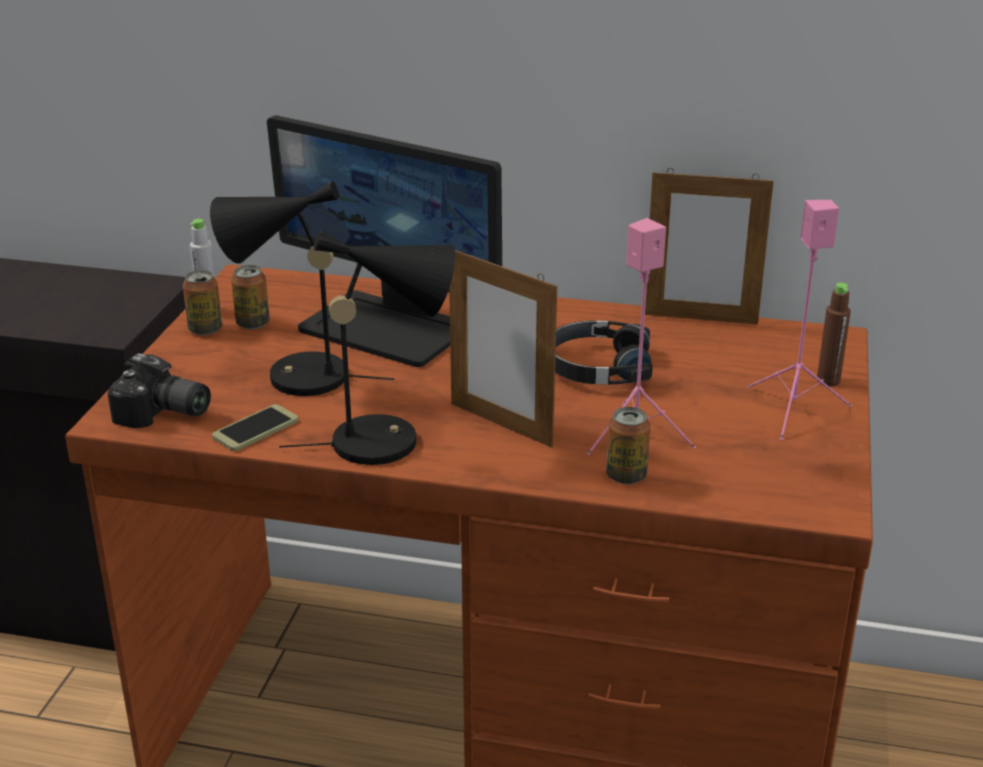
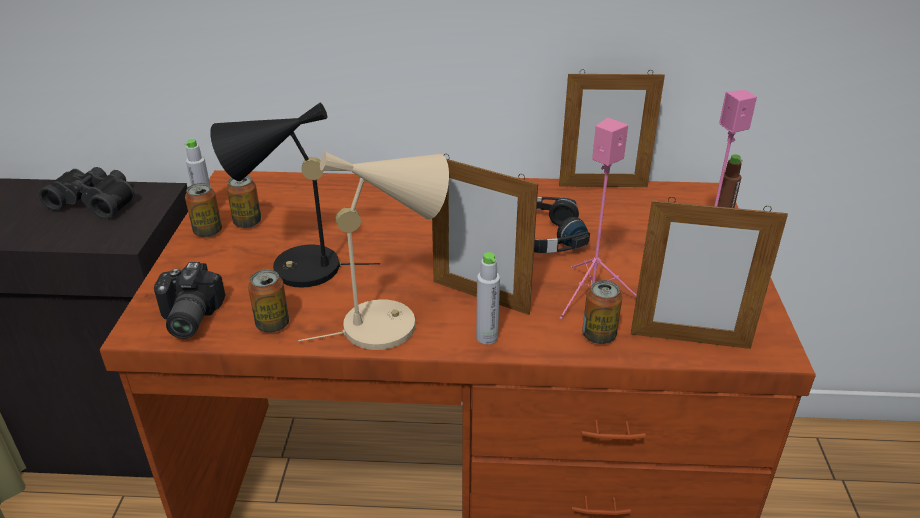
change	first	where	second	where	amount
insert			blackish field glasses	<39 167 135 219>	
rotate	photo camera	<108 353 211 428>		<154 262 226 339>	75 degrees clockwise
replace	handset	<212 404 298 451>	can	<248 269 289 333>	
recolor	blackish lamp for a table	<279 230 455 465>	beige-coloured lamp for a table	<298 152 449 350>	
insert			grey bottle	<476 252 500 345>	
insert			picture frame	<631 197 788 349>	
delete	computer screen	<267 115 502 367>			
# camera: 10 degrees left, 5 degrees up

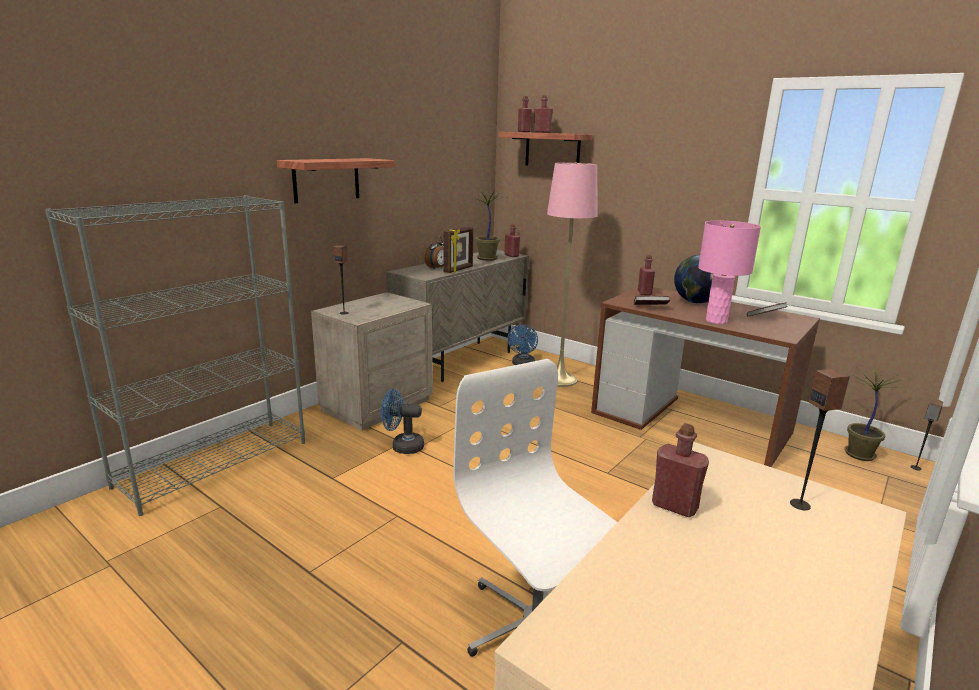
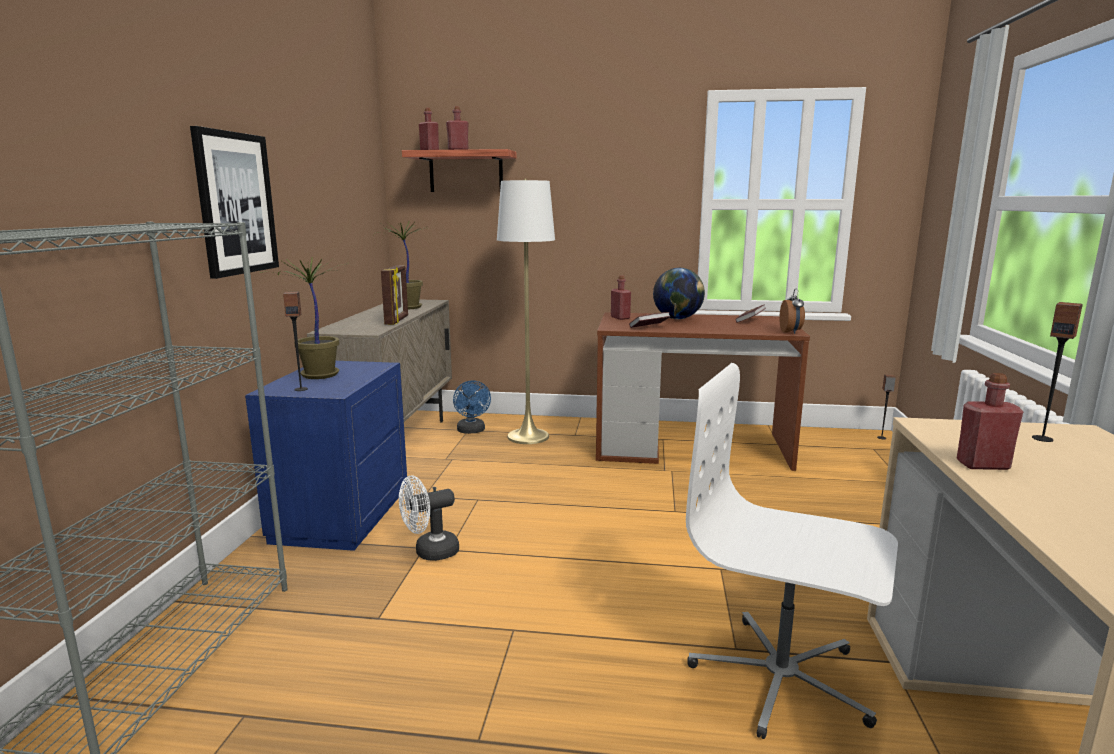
change	first	where	second	where	amount
replace	shelf	<277 158 395 203>	wall picture	<190 126 279 279>	
recolor	beige-coloured night table	<311 292 433 431>	bluish night table	<245 361 407 551>	
move	potted plant	<844 367 910 461>		<260 257 348 379>	
recolor	bluish fan	<381 389 424 454>	whitish fan	<399 475 459 561>	
recolor	pinkish standing lamp	<547 162 598 387>	whitish standing lamp	<497 179 555 444>	
move	alarm clock	<424 236 443 270>		<779 289 805 334>	
delete	reddish bottle	<505 224 520 257>			
delete	pinkish lamp for a table	<698 221 761 324>			
# camera: 30 degrees left, 5 degrees down

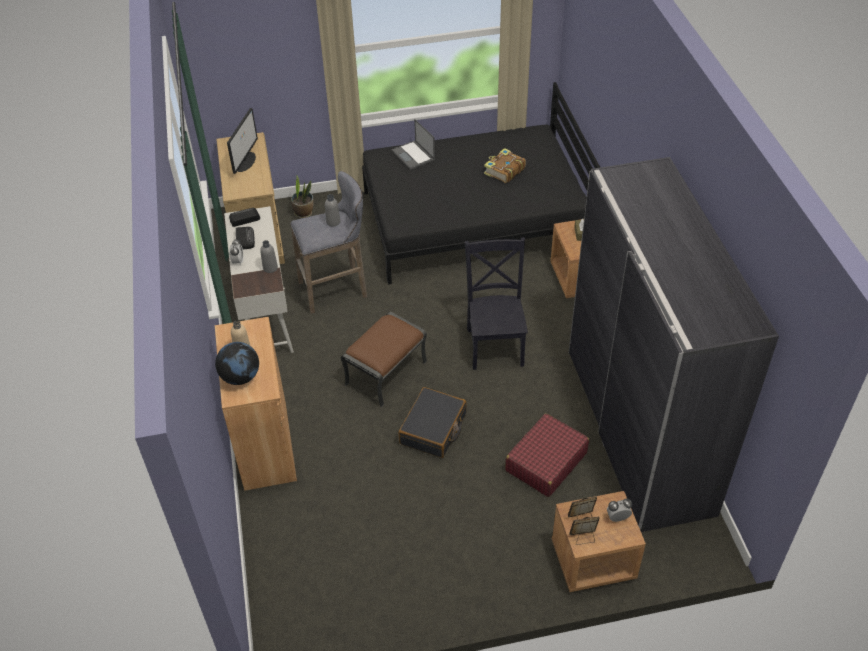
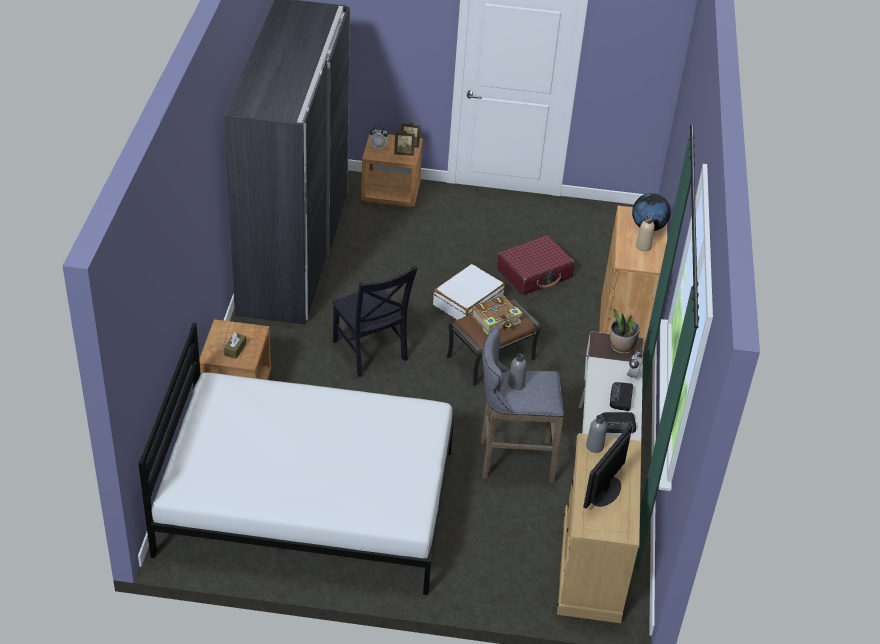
change	first	where	second	where	amount
recolor	blackish bedroom bed	<362 82 600 285>	whitish bedroom bed	<138 323 454 595>	
rotate	blackish plain chair	<465 237 528 370>		<332 265 418 377>	45 degrees counterclockwise
recolor	blackish piece of luggage	<398 387 467 458>	whitish piece of luggage	<433 264 505 320>	
move	volume	<484 148 526 183>		<472 296 522 335>	
move	reddish piece of luggage	<505 413 589 497>		<497 236 574 295>	
move	grey bottle	<260 240 278 273>		<586 415 607 453>	
move	potted plant	<291 176 313 218>		<610 309 640 354>	
delete	laptop	<391 119 435 170>			
# camera: 165 degrees left, 5 degrees down

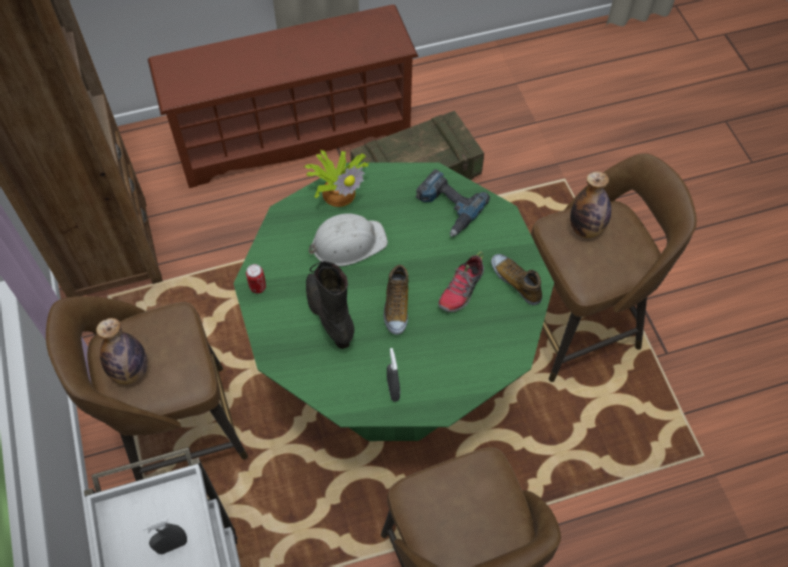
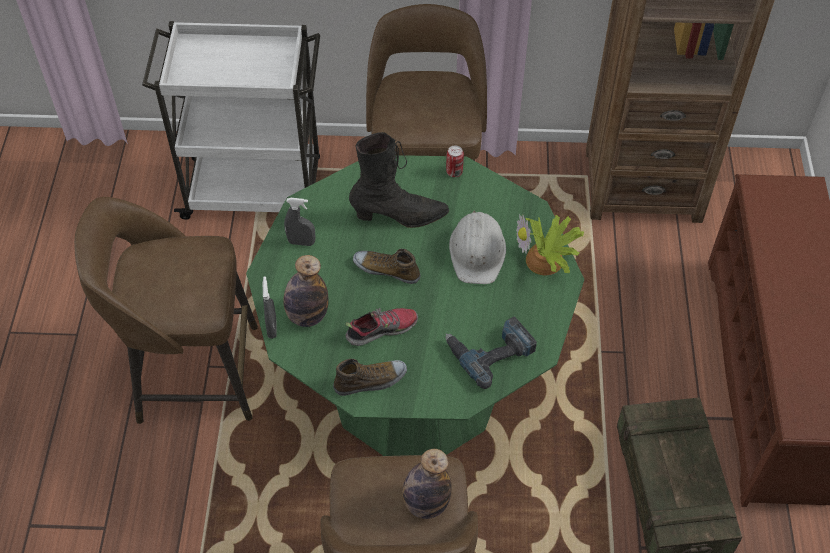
change	first	where	second	where	amount
move	grey sprayer	<142 518 187 554>		<263 277 277 339>	
move	bottle	<96 318 148 385>		<283 255 329 327>	
rotate	low shoe	<438 251 484 312>		<345 308 418 346>	105 degrees clockwise
# camera: 110 degrees right, 5 degrees down

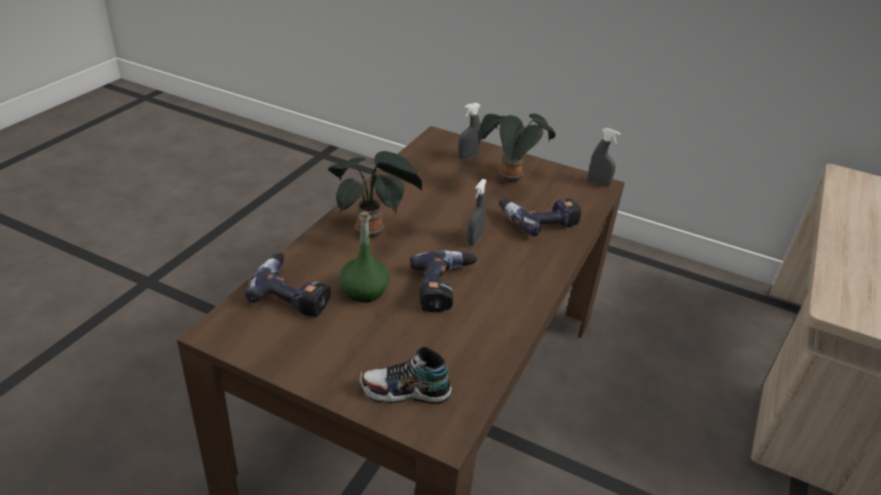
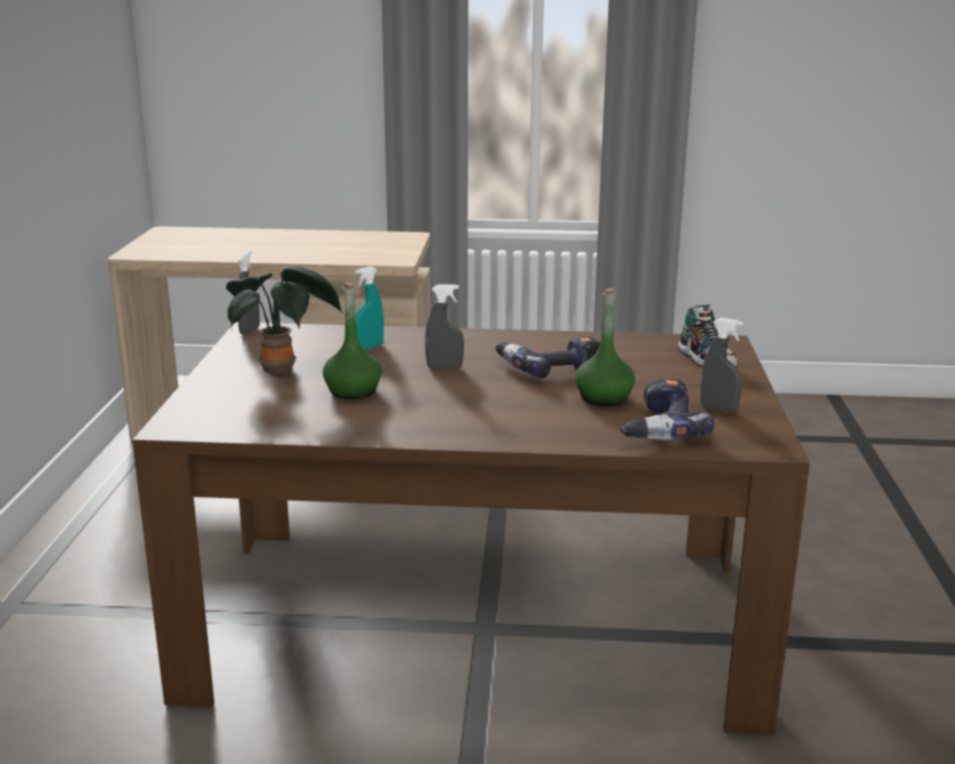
change	first	where	second	where	amount
insert			green-coloured bottle	<323 282 382 399>	
replace	drill	<499 198 581 236>	blue-green sprayer	<355 266 384 350>	
move	grey sprayer	<458 103 481 159>		<700 318 743 413>	
delete	potted plant	<328 151 423 239>			
# camera: 110 degrees left, 15 degrees down

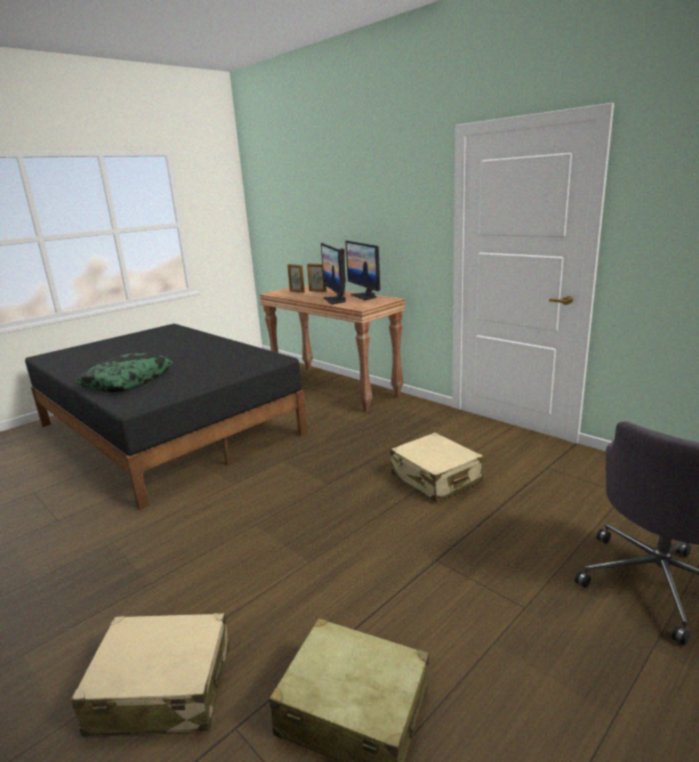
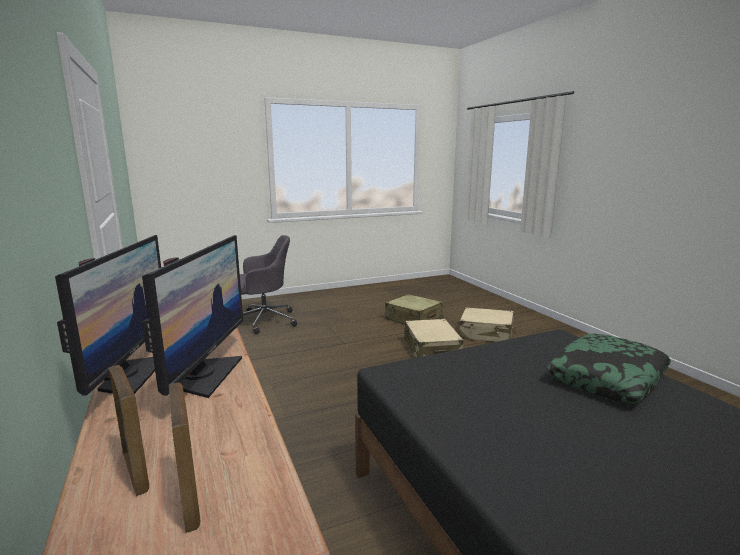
change	first	where	second	where	amount
move	beige-coloured piece of luggage	<390 433 483 502>		<404 319 463 358>	
# camera: 160 degrees left, 5 degrees down

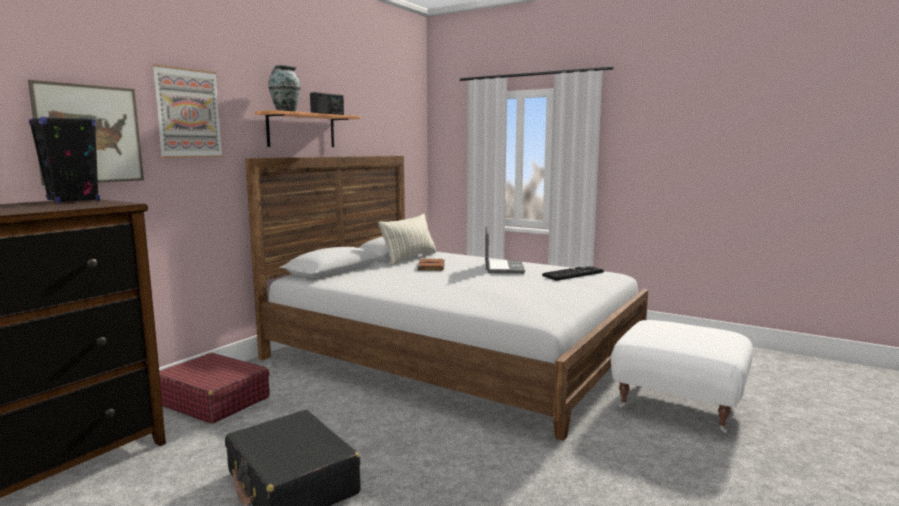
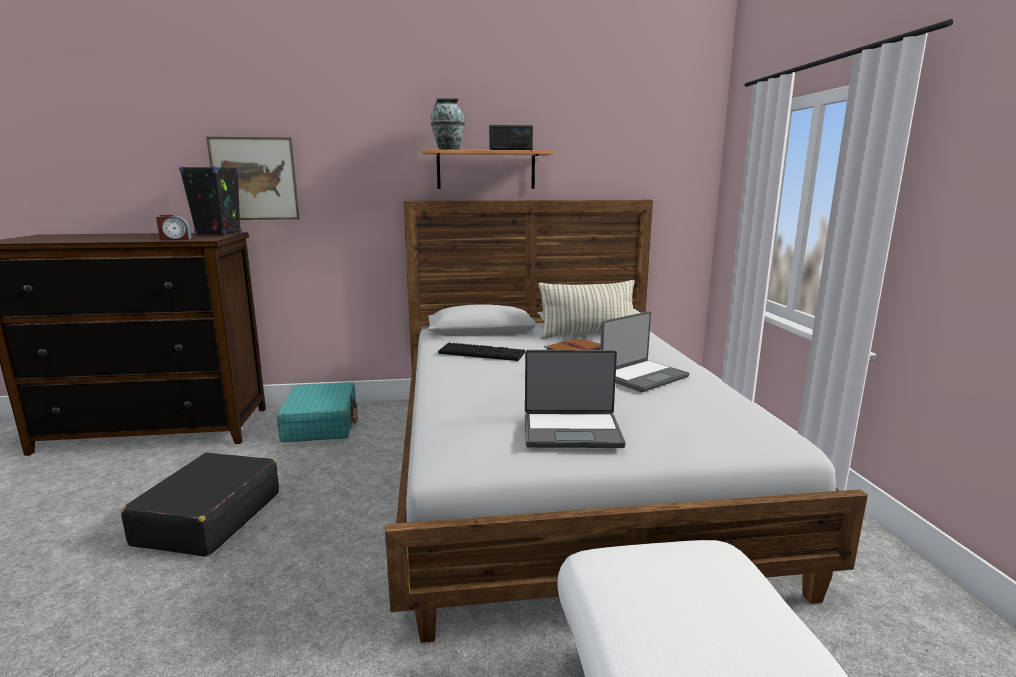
change	first	where	second	where	amount
insert			alarm clock	<156 215 191 240>	
recolor	reddish piece of luggage	<159 353 270 424>	blue-green piece of luggage	<277 382 358 443>	
move	computer keyboard	<542 266 604 281>		<438 343 525 361>	
insert			laptop	<525 350 626 448>	
delete	wall picture	<152 64 223 158>			
# camera: 50 degrees right, 5 degrees up

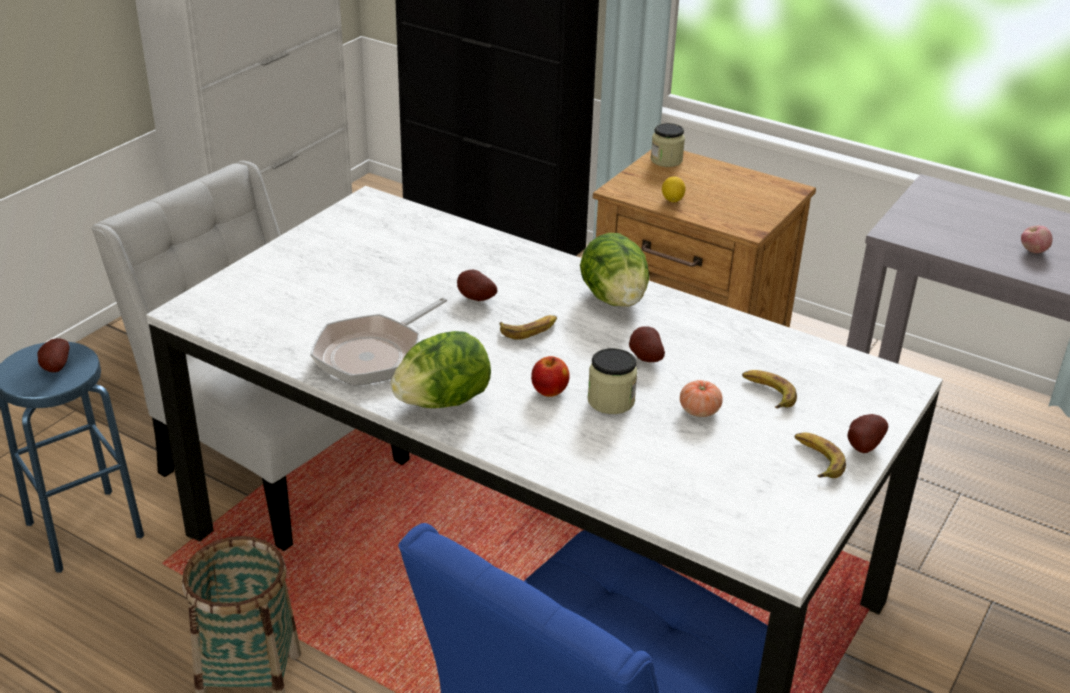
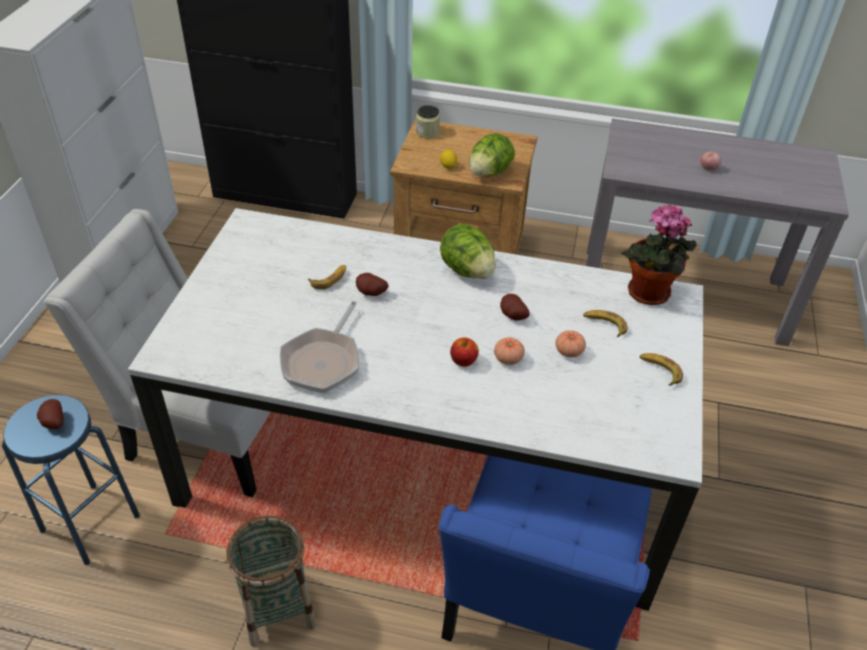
change	first	where	second	where	amount
move	banana	<500 315 557 340>		<308 265 346 290>	
move	lettuce	<391 331 491 408>		<469 133 515 177>	
replace	preserve jar	<588 348 638 414>	tomato	<494 337 525 365>	
insert			potted plant	<621 204 697 305>	
delete	potato	<848 414 888 453>			
# camera: 20 degrees left, 10 degrees up

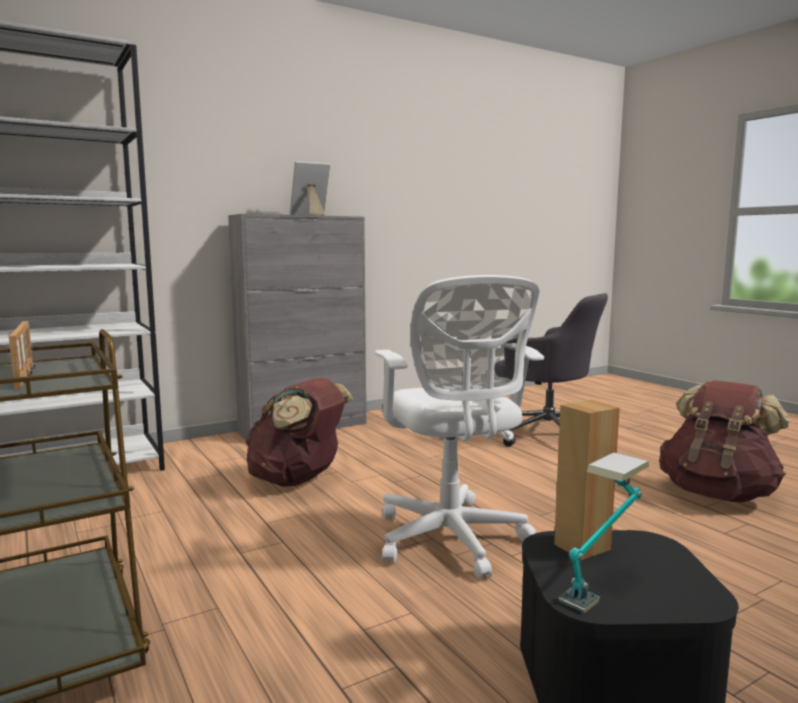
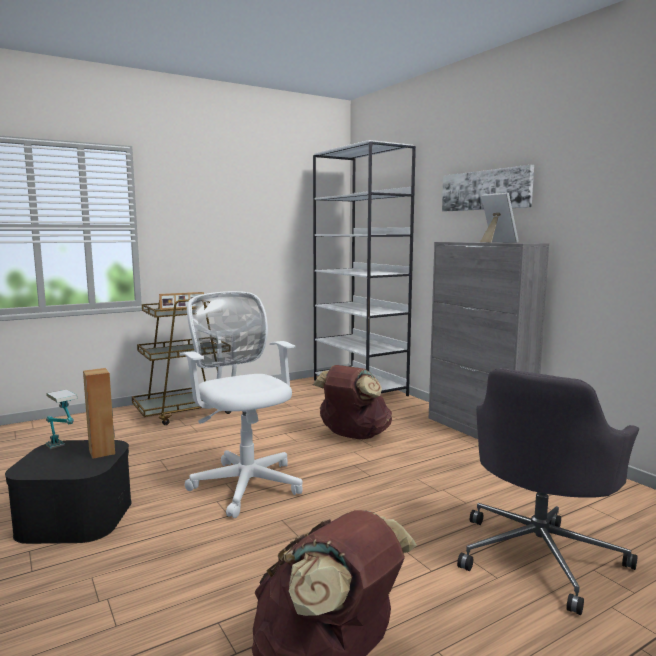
change	first	where	second	where	amount
rotate	whitish desk chair	<375 275 544 579>		<180 291 303 518>	75 degrees clockwise
insert			wall picture	<442 165 534 211>	
# camera: 90 degrees right, 0 degrees up

